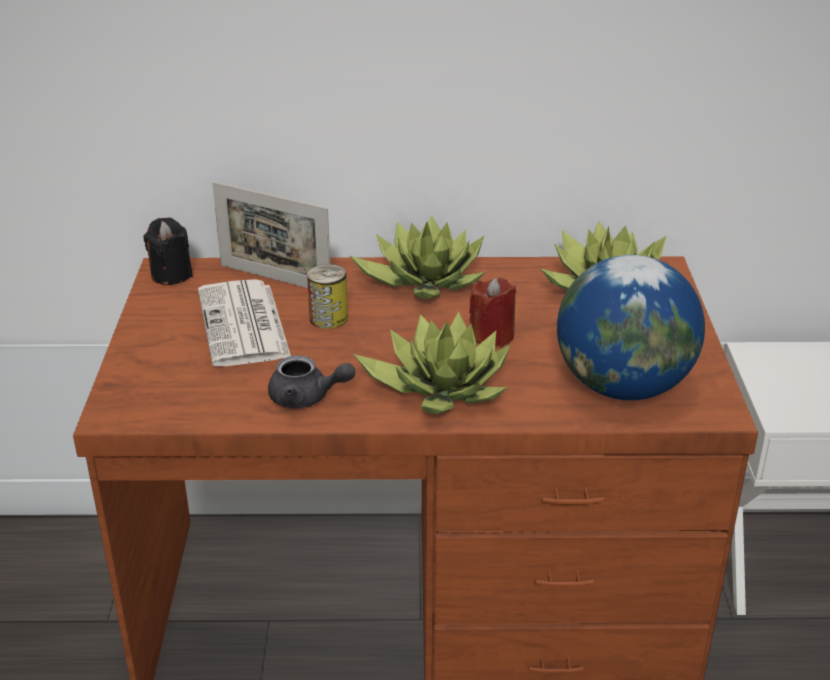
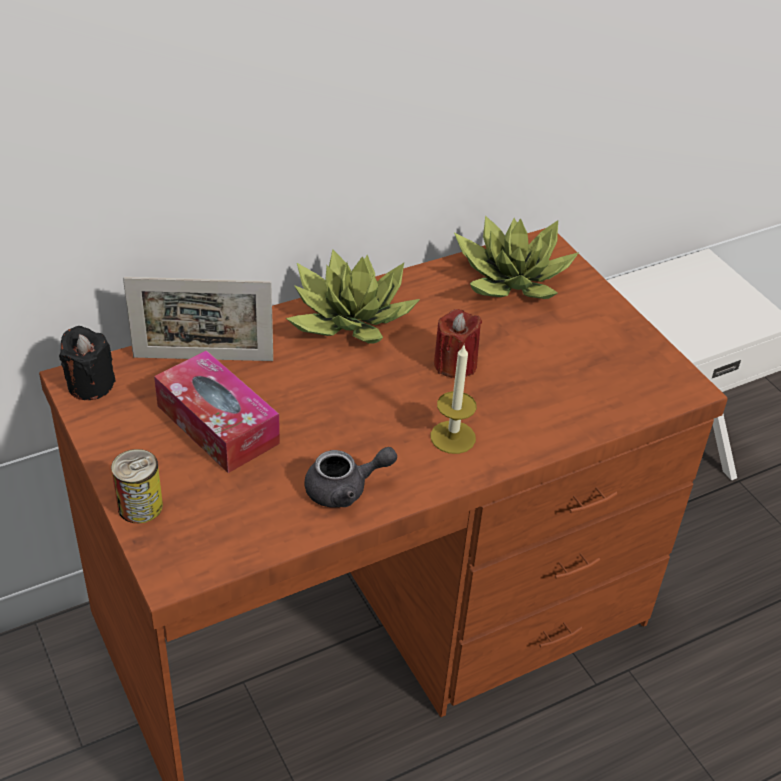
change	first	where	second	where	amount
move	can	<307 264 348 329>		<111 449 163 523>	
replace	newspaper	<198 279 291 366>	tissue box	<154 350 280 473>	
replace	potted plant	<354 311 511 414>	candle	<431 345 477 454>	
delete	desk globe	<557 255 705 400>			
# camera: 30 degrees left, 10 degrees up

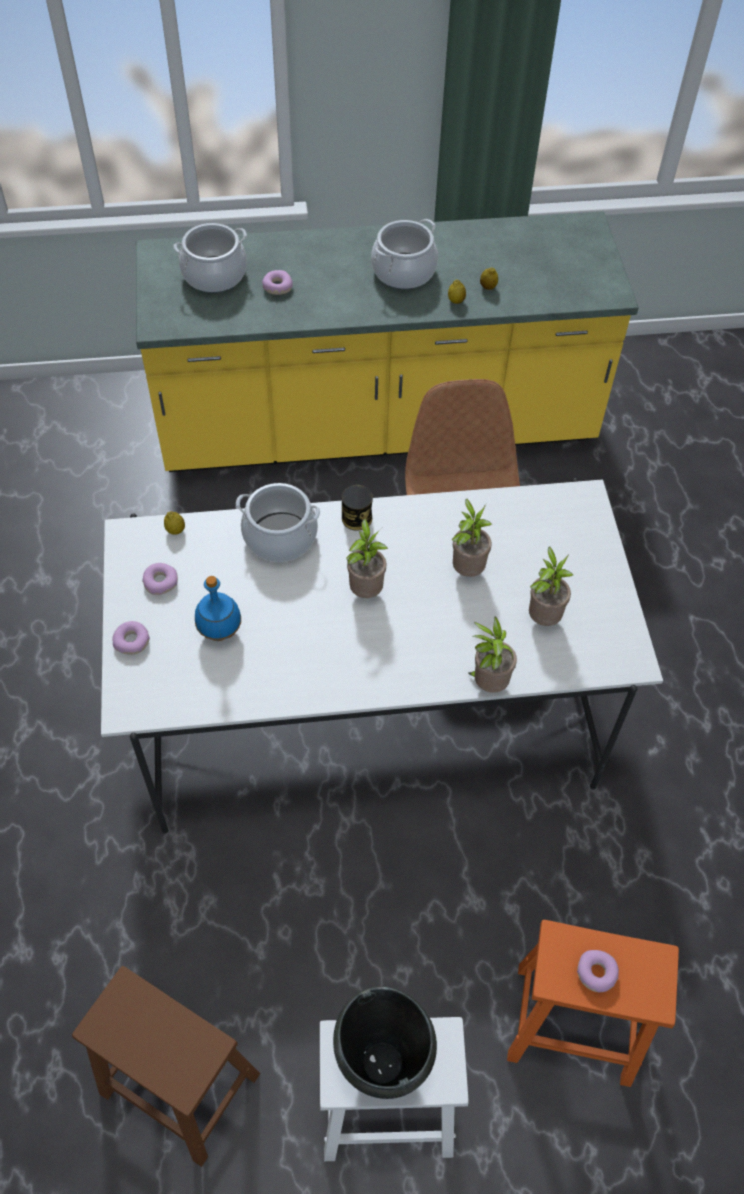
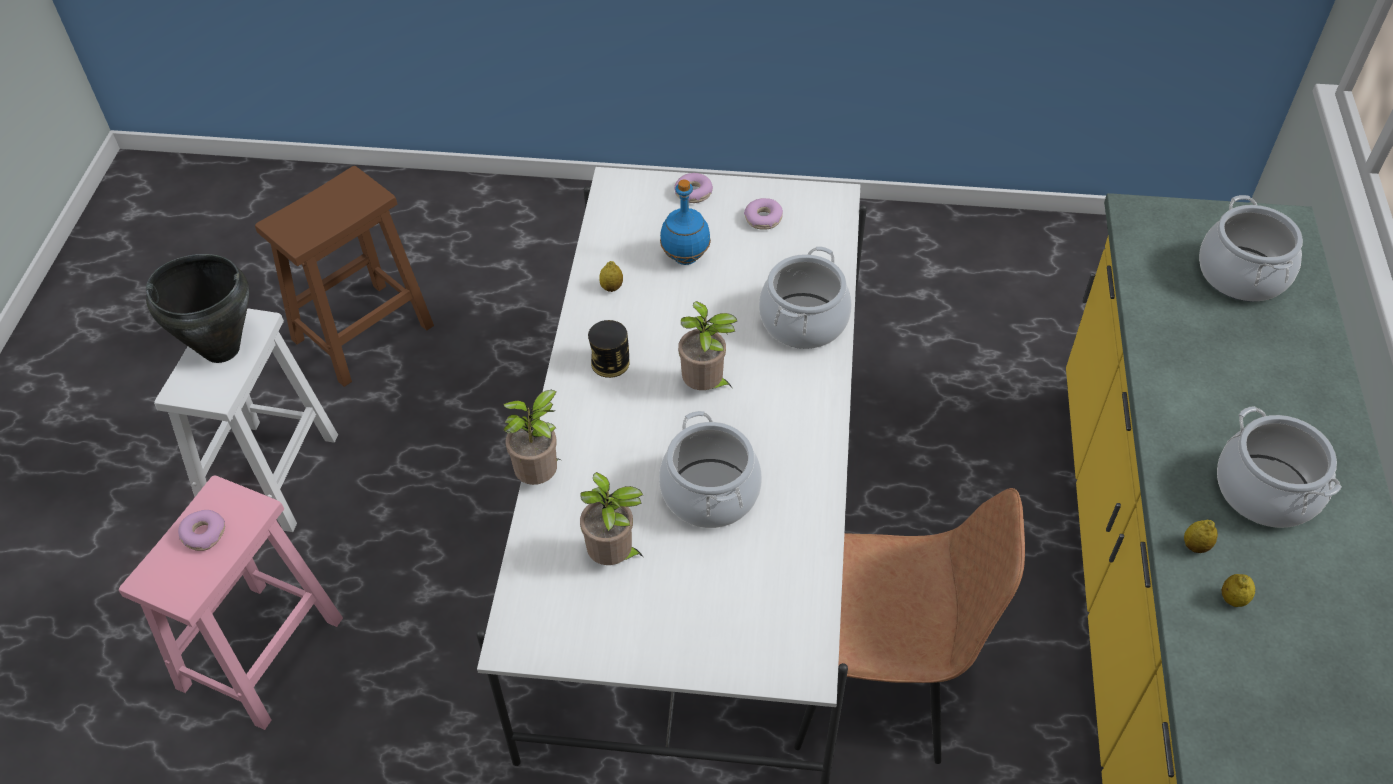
change	first	where	second	where	amount
recolor	orange-coloured sitting stool	<507 920 679 1087>	pinkish sitting stool	<119 475 343 730>	
move	can	<342 485 373 531>		<588 320 630 378>	
move	lemon	<164 511 185 535>		<599 261 623 292>	
replace	potted plant	<452 499 492 577>	saucepot	<659 411 762 528>	
delete	donut	<262 270 293 295>			
# camera: 105 degrees right, 5 degrees down

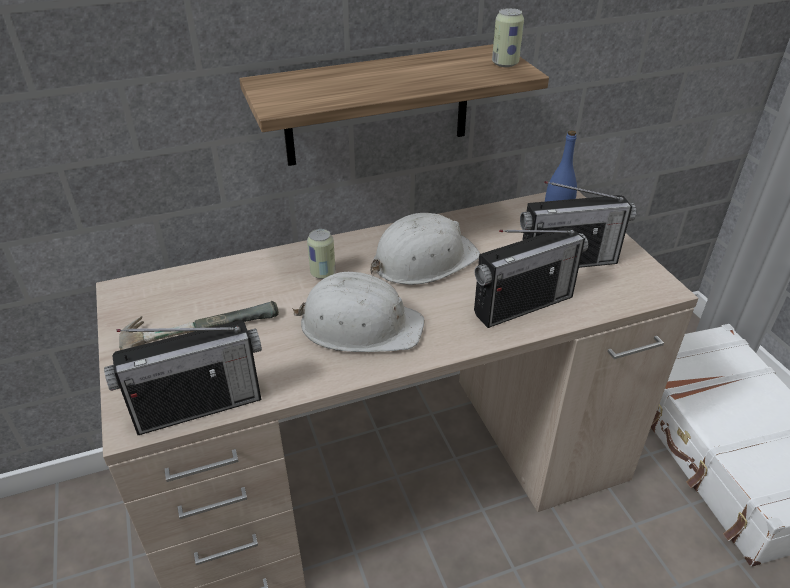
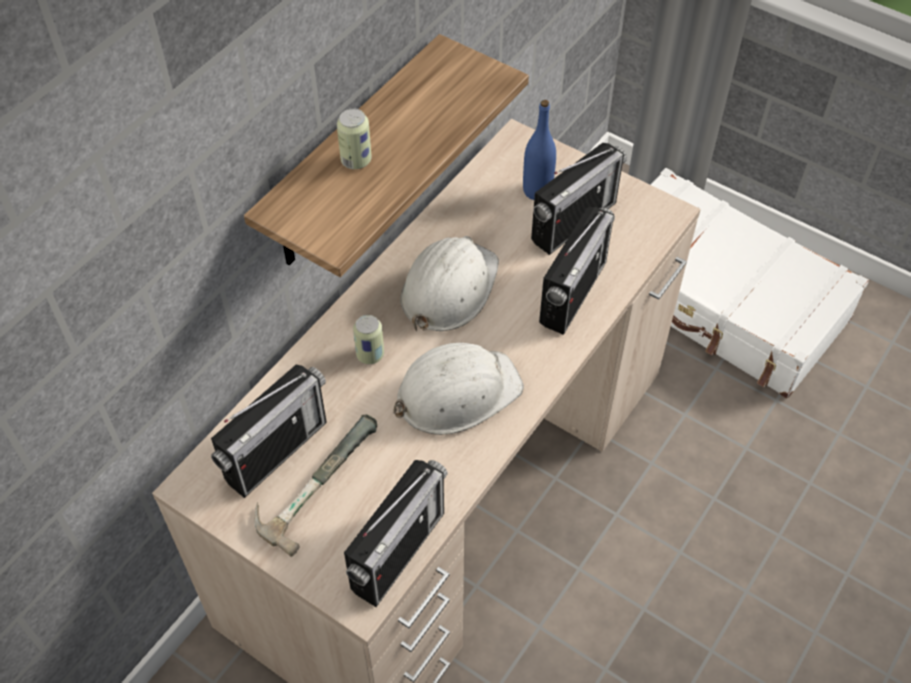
change	first	where	second	where	amount
insert			radio set	<211 365 327 498>	
move	can	<492 8 524 67>		<337 108 372 169>	
# camera: 35 degrees left, 15 degrees up

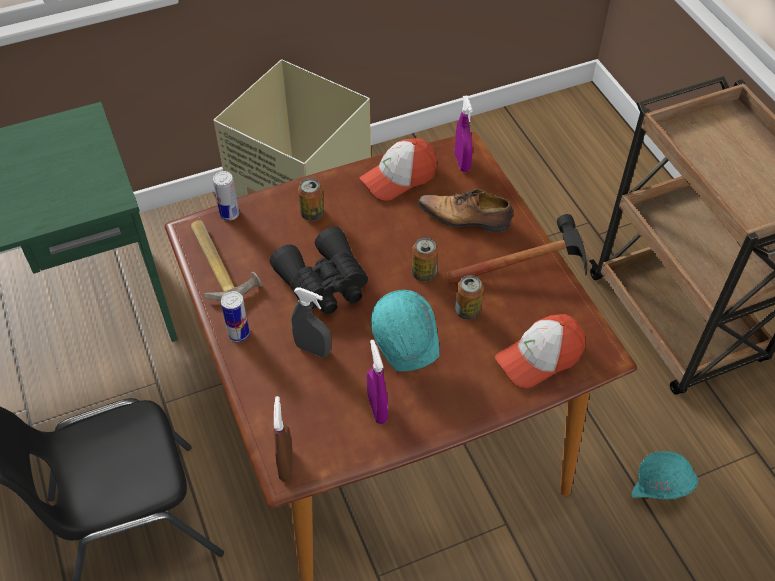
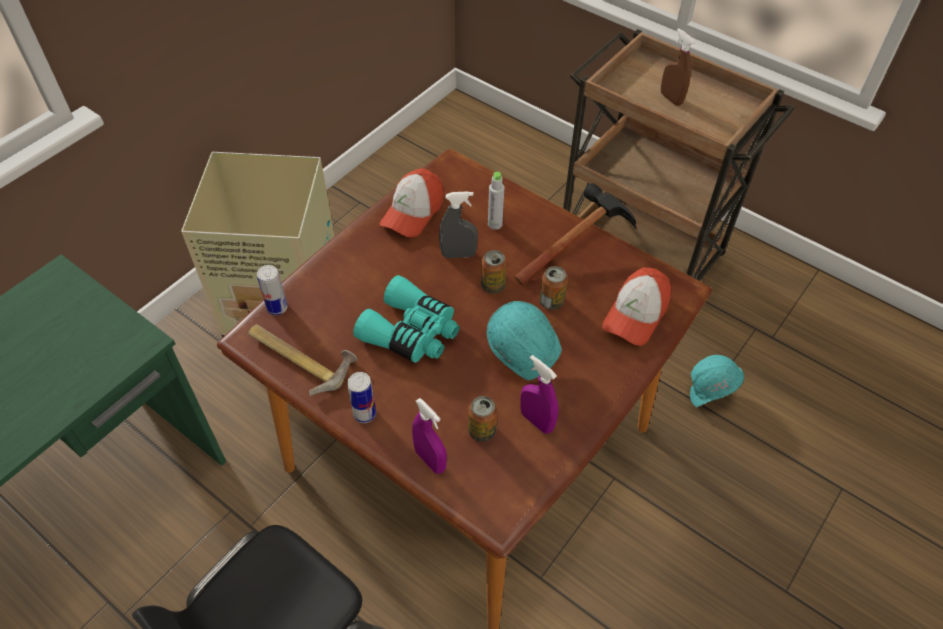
change	first	where	second	where	amount
recolor	blackish field glasses	<270 226 368 314>	blue-green field glasses	<353 275 459 363>	
move	purple-coloured sprayer	<455 95 473 172>		<412 398 447 474>	
move	grey sprayer	<291 287 331 357>		<439 191 478 258>	
move	can	<298 178 324 221>		<468 396 497 442>	
replace	low shoe	<418 188 513 232>	grey bottle	<488 172 504 230>	
move	brown-coloured sprayer	<274 396 293 482>		<661 28 695 106>	
# camera: 30 degrees left, 0 degrees up

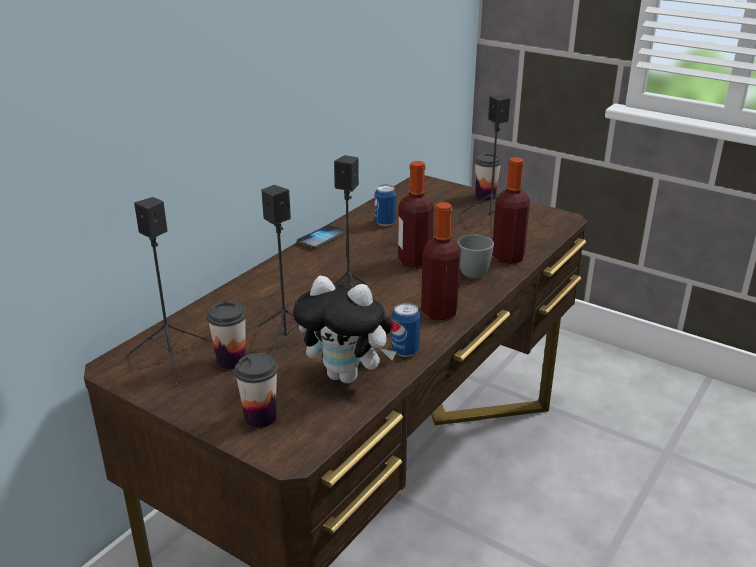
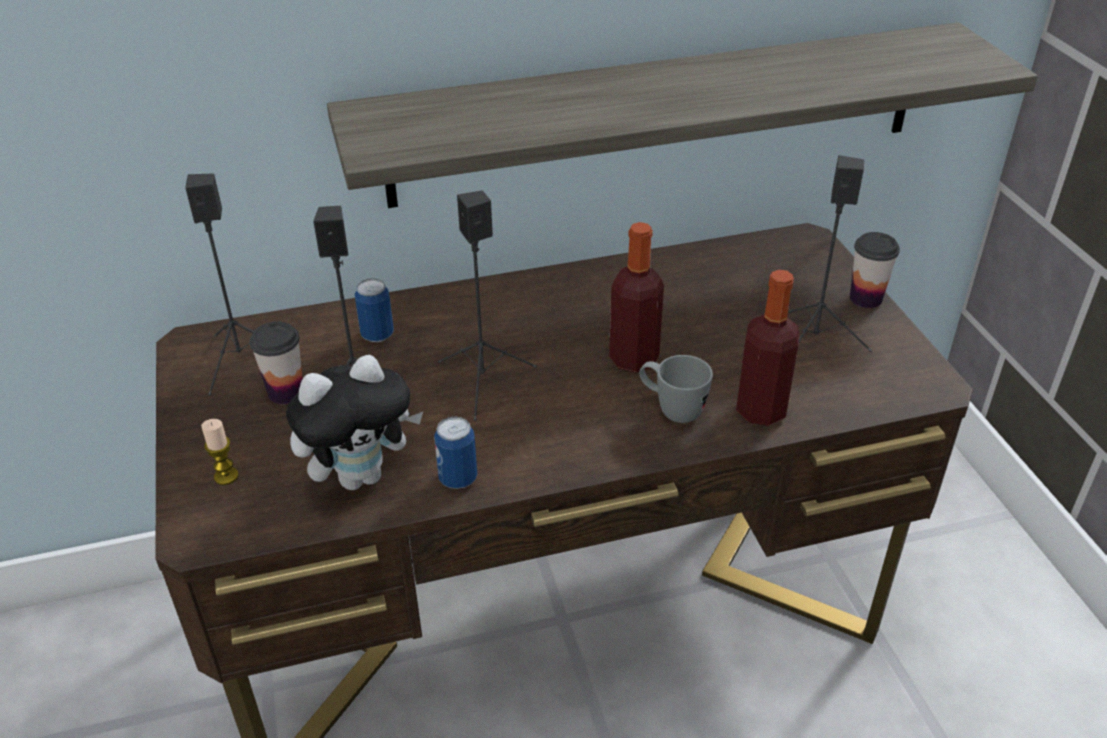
change	first	where	second	where	amount
replace	drinking cup	<234 353 278 428>	candle	<201 419 239 485>	
rotate	cuddly toy	<293 276 396 383>		<286 355 423 490>	90 degrees counterclockwise
insert			shelf	<327 22 1038 208>	
move	can	<375 184 396 226>		<355 278 394 342>	
delete	handset	<297 225 346 248>			
delete	bottle	<421 202 461 320>			
# camera: 40 degrees right, 10 degrees up

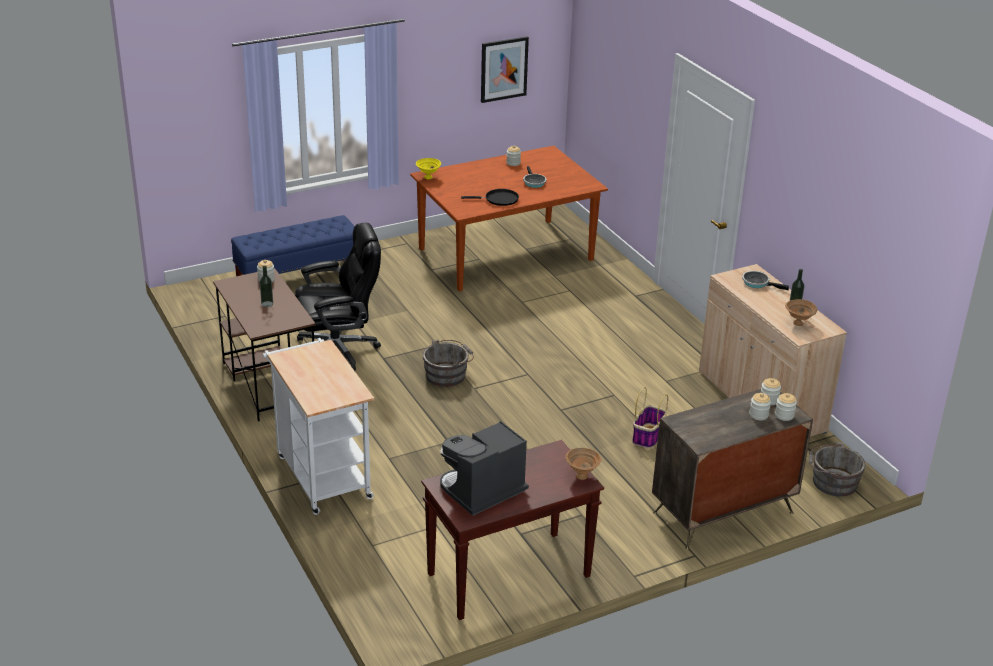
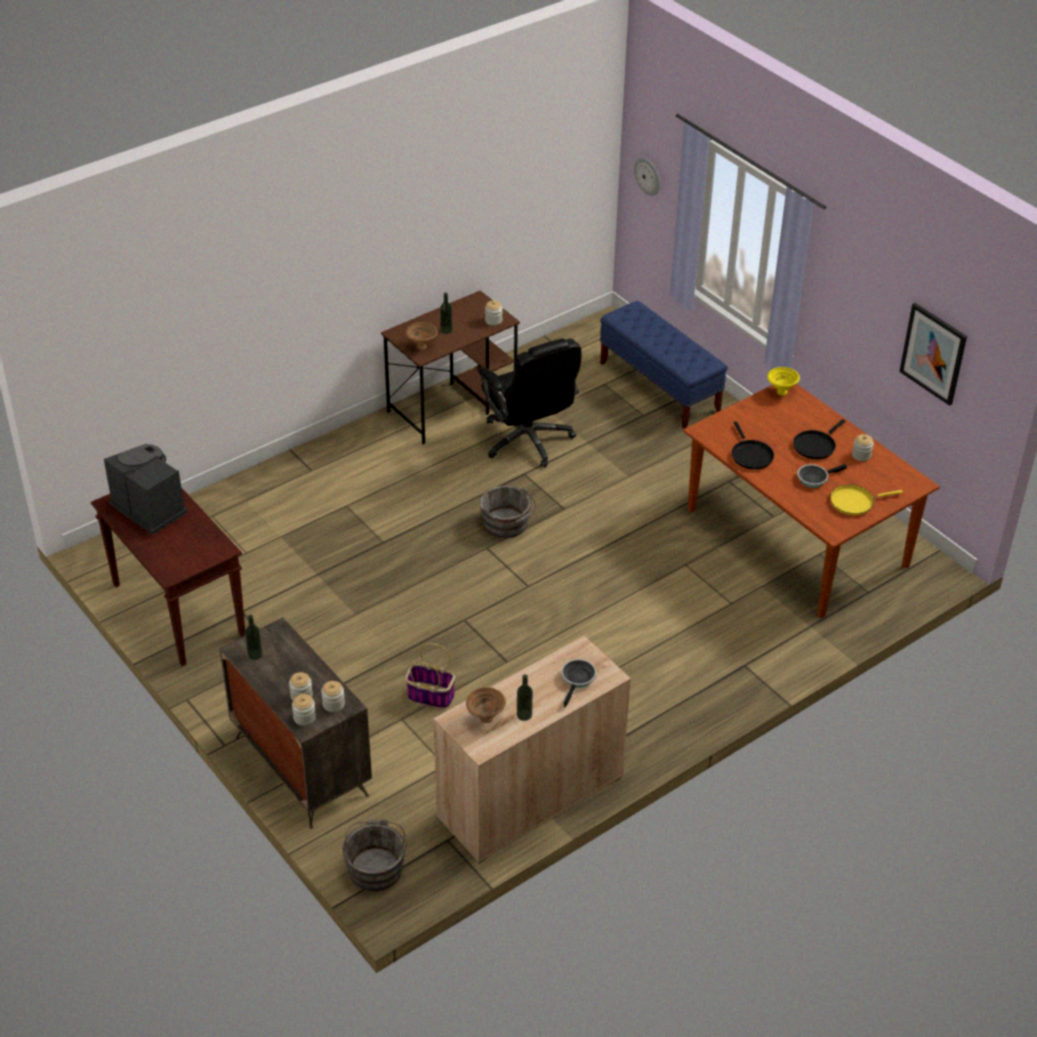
change	first	where	second	where	amount
insert			bottle	<245 615 263 660>	
move	brown-coloured deep dish	<565 448 601 480>		<406 322 438 350>	
insert			hanging clock	<634 158 660 196>	
insert			blackish skillet	<793 419 845 459>	
insert			yellow-coloured skillet	<830 485 903 515>	
delete	whitish cart	<263 338 374 515>			
# camera: 80 degrees right, 10 degrees up

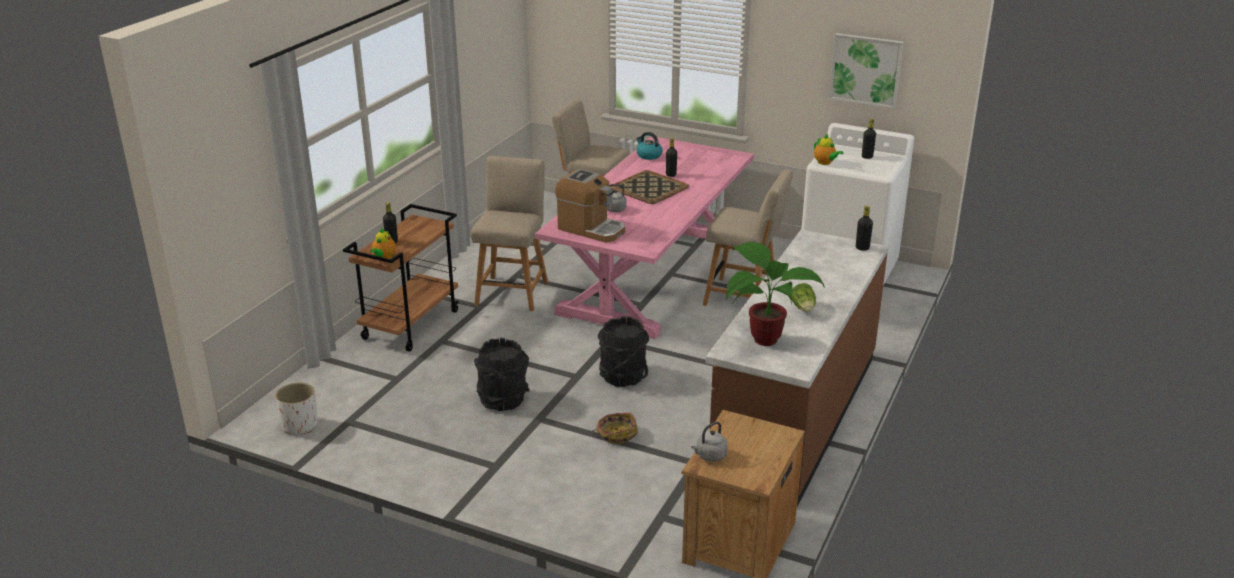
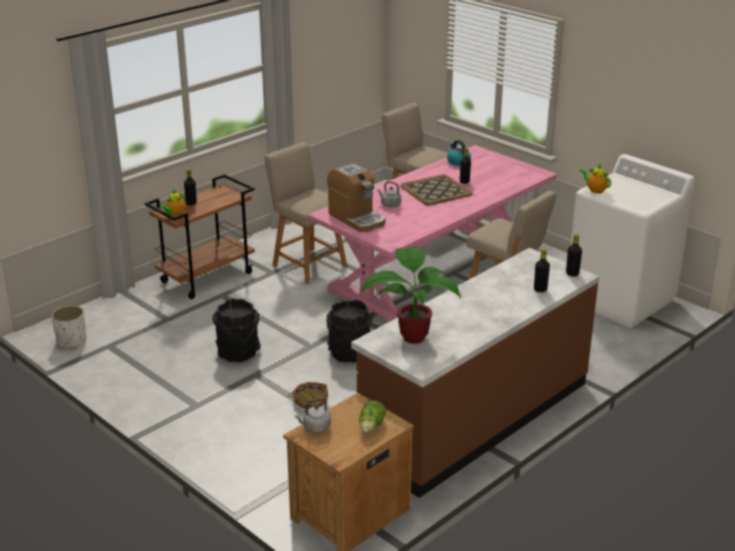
change	first	where	second	where	amount
rotate	beige-coloured plain chair	<471 156 548 311>		<264 142 347 284>	75 degrees counterclockwise
move	lettuce	<791 283 816 312>		<359 401 386 433>	
move	blackish bottle	<862 119 876 159>		<534 249 550 292>	
rotate	teapot	<814 134 844 165>		<579 164 611 194>	150 degrees clockwise
delete	wall picture	<829 33 904 109>			
# camera: 20 degrees right, 0 degrees up

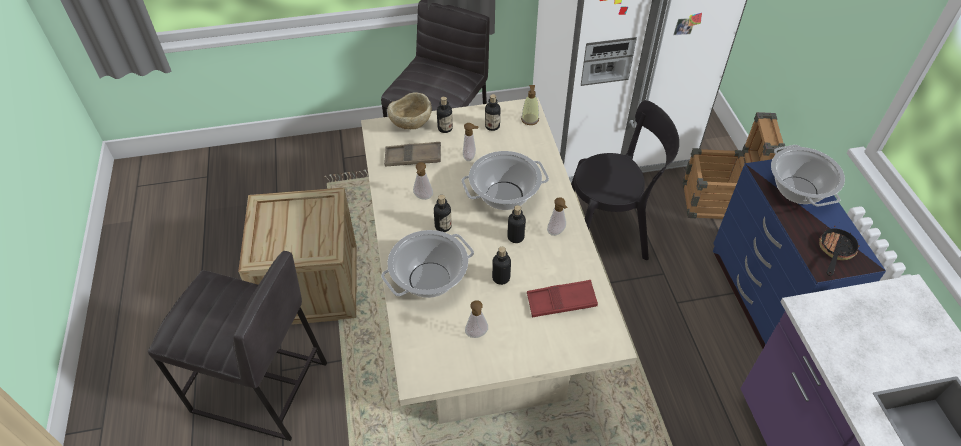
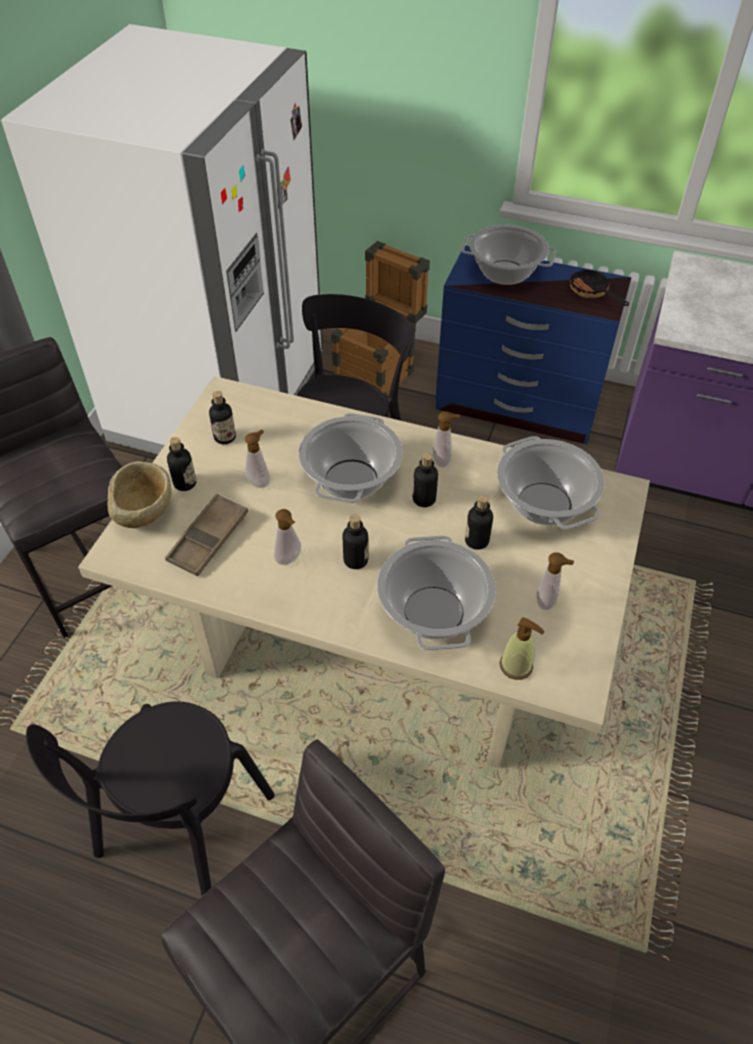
change	first	where	second	where	amount
replace	packing crate	<238 188 356 325>	blackish plain chair	<26 701 274 896>	
replace	reddish serving tray	<527 280 598 317>	saucepot	<497 436 605 530>	
move	soap bottle	<521 85 539 125>		<500 617 544 680>	
# camera: 60 degrees left, 0 degrees up

